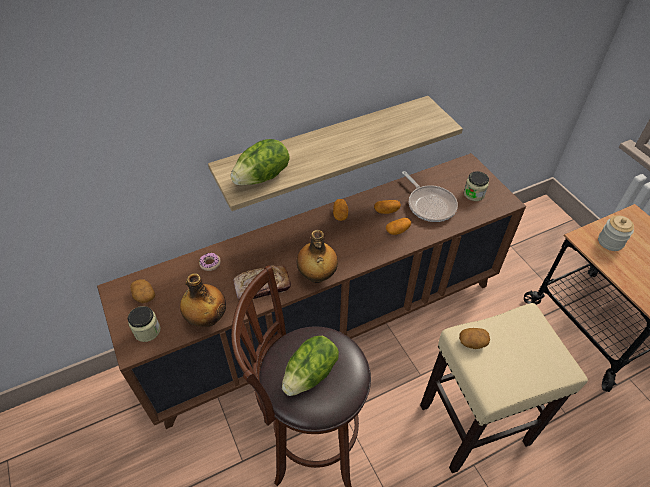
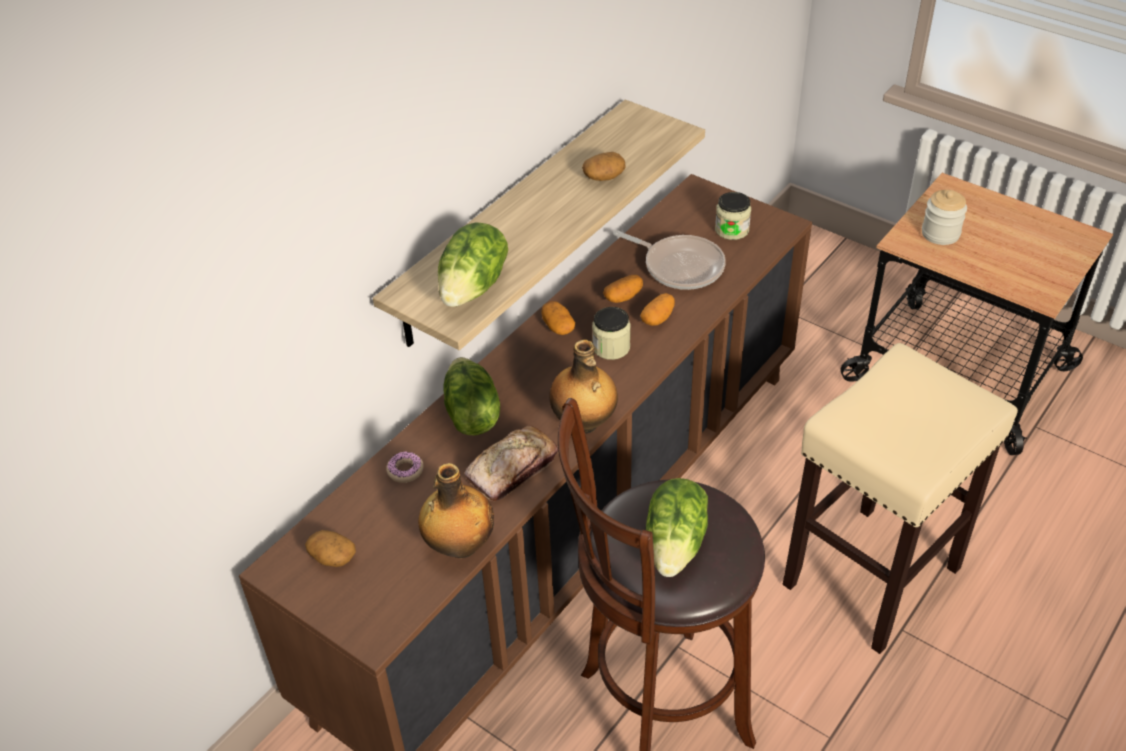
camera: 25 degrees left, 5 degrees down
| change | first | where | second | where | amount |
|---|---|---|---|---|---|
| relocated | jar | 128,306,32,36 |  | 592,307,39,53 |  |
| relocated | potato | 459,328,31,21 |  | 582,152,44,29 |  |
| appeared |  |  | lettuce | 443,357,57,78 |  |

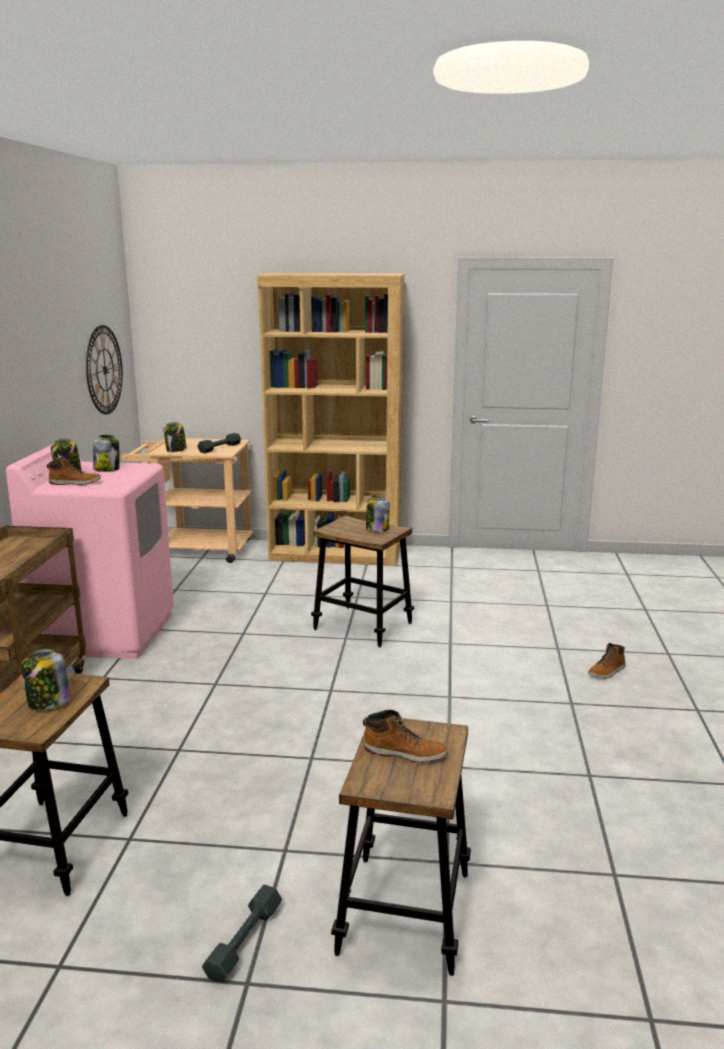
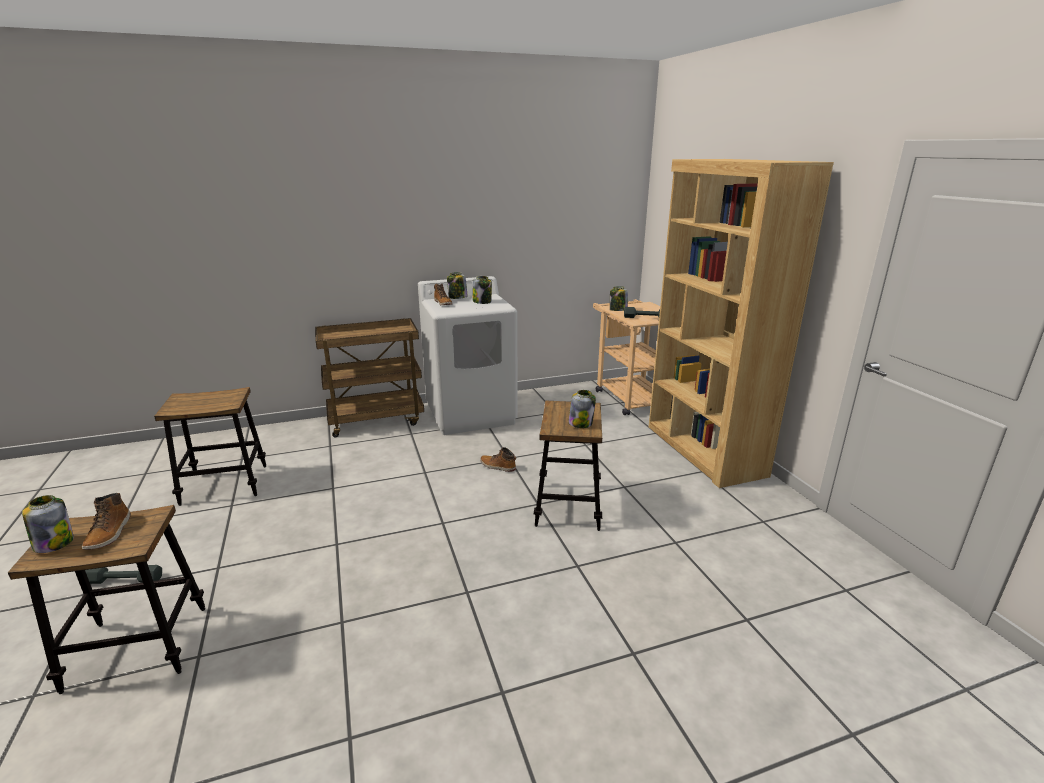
camera: 65 degrees right, 5 degrees up
| change | first | where | second | where | amount |
|---|---|---|---|---|---|
| colour | pinkish washing machine | 6,444,168,215 | whitish washing machine | 418,276,100,159 |  |
| relocated | jar | 21,649,50,61 |  | 22,495,52,58 |  |
| missing | hanging clock | 86,325,37,89 |  |  |  |
| relocated | boot | 588,643,37,36 |  | 480,447,36,25 |  |

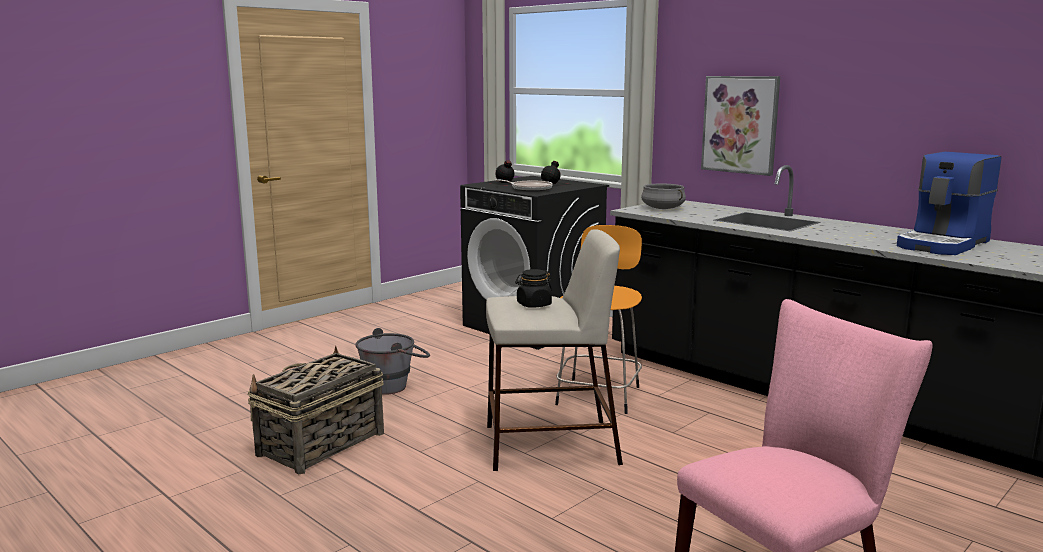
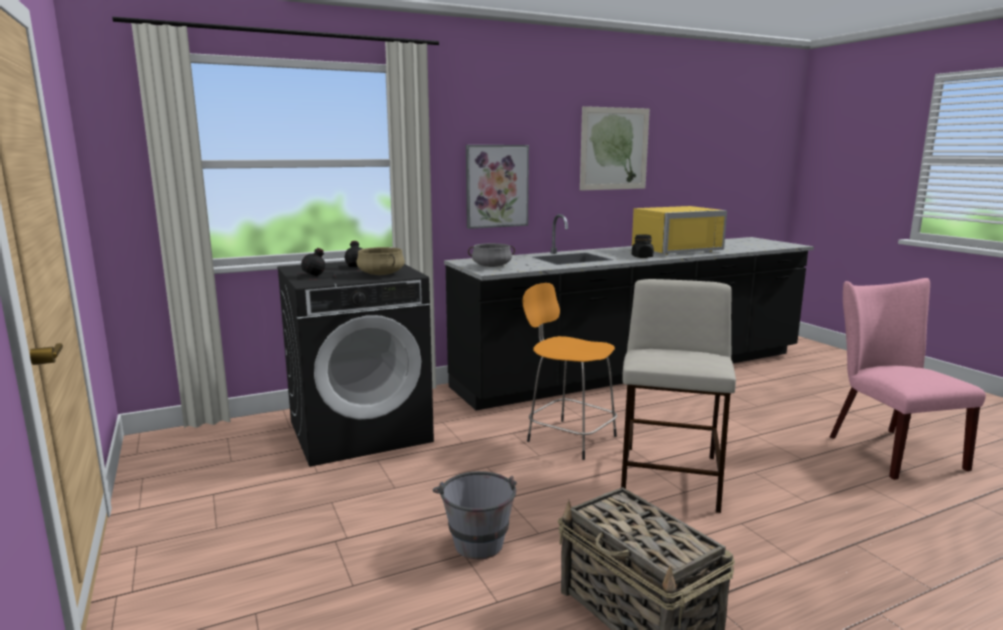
camera: 70 degrees left, 0 degrees up
| change | first | where | second | where | amount |
|---|---|---|---|---|---|
| exchanged | frying pan | 496,179,57,13 | beige-coloured cooking pot | 357,247,48,28 |  |
| relocated | black-coloured jar | 515,269,37,39 |  | 632,234,22,24 |  |
| exchanged | coffee maker | 897,152,104,103 | yellow microwave oven | 632,206,95,49 |  |
| appeared |  |  | wall picture | 580,106,70,85 |  |

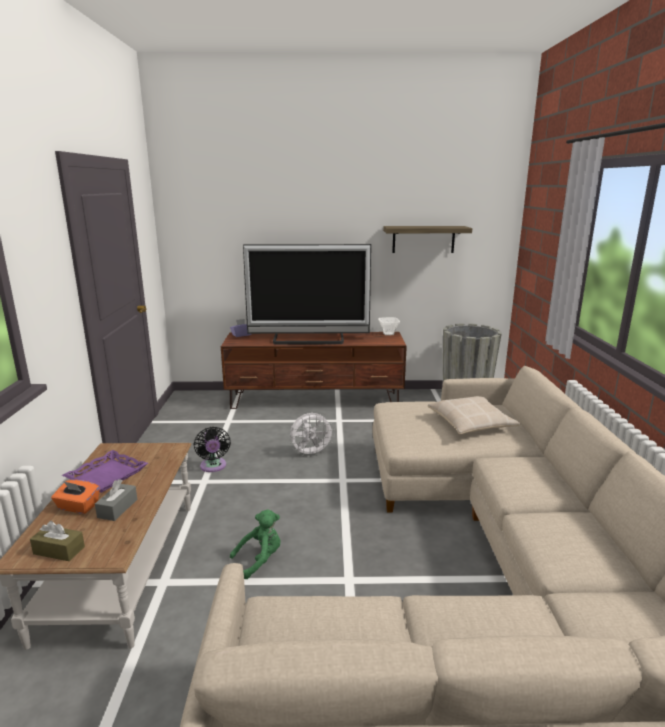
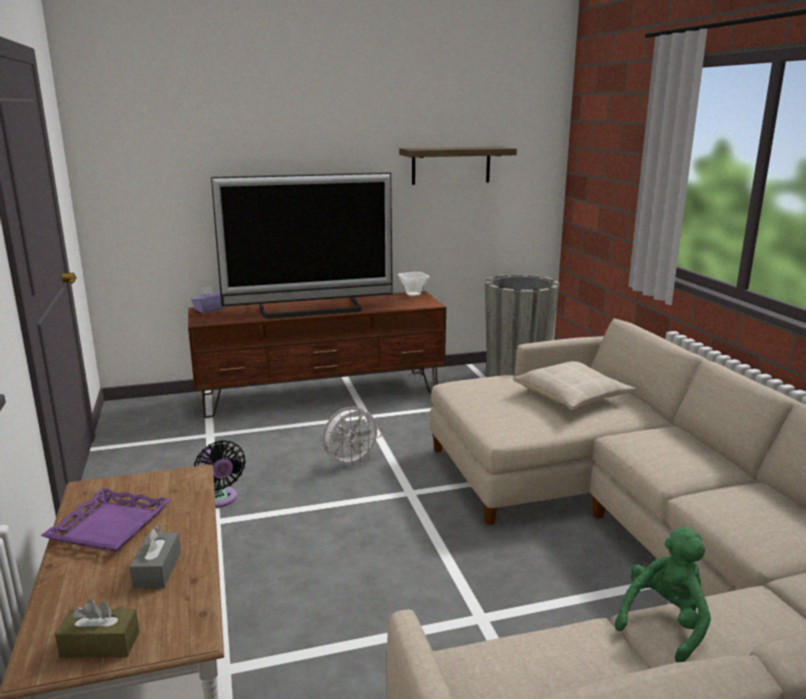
camera: 15 degrees left, 0 degrees up
| change | first | where | second | where | amount |
|---|---|---|---|---|---|
| missing | orangey tissue box | 51,480,49,34 |  |  |  |
| relocated | green cuddly toy | 230,509,51,70 |  | 615,527,96,136 |  |

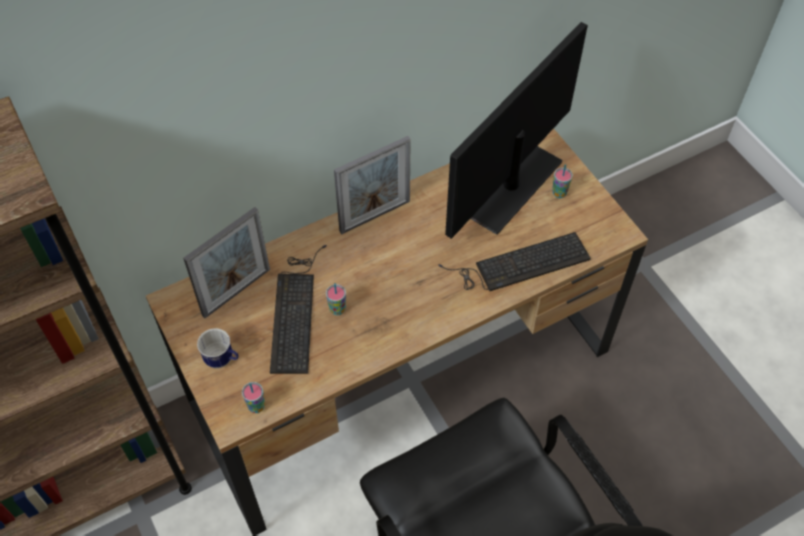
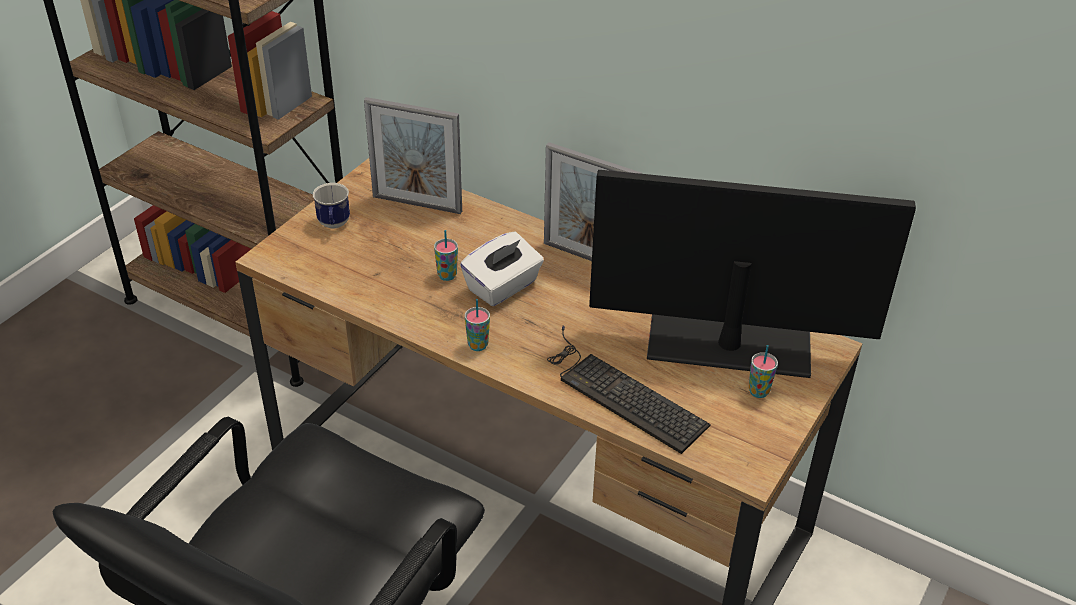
camera: 60 degrees right, 15 degrees down
| change | first | where | second | where | amount |
|---|---|---|---|---|---|
| relocated | small cup | 242,382,23,31 |  | 465,299,25,52 |  |
| missing | keyboard | 270,245,57,129 |  |  |  |
| appeared |  |  | whitish tissue box | 460,232,84,74 |  |

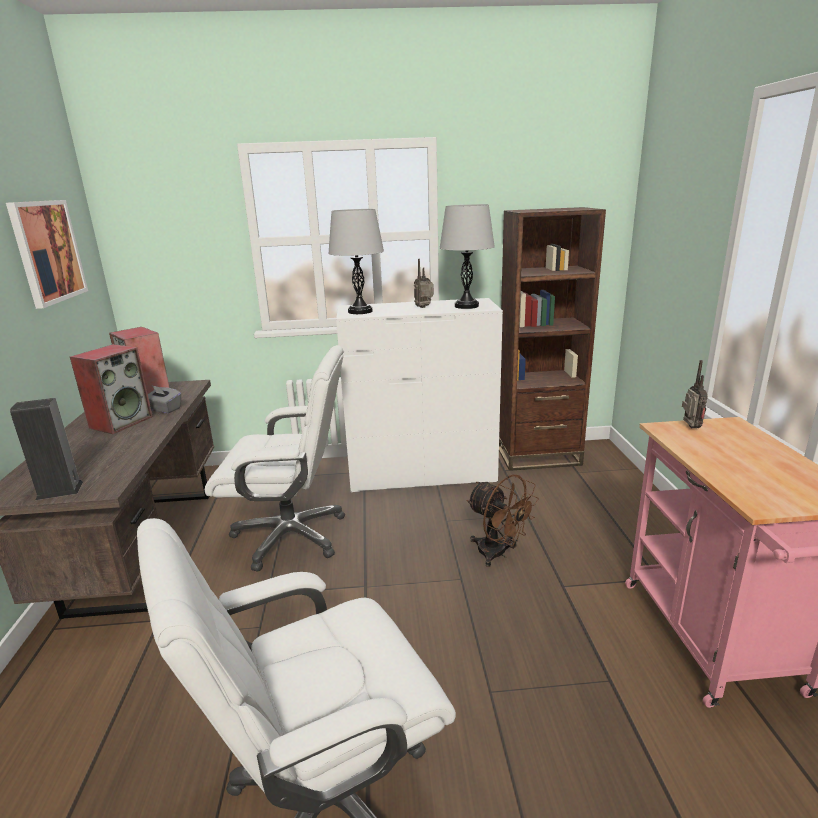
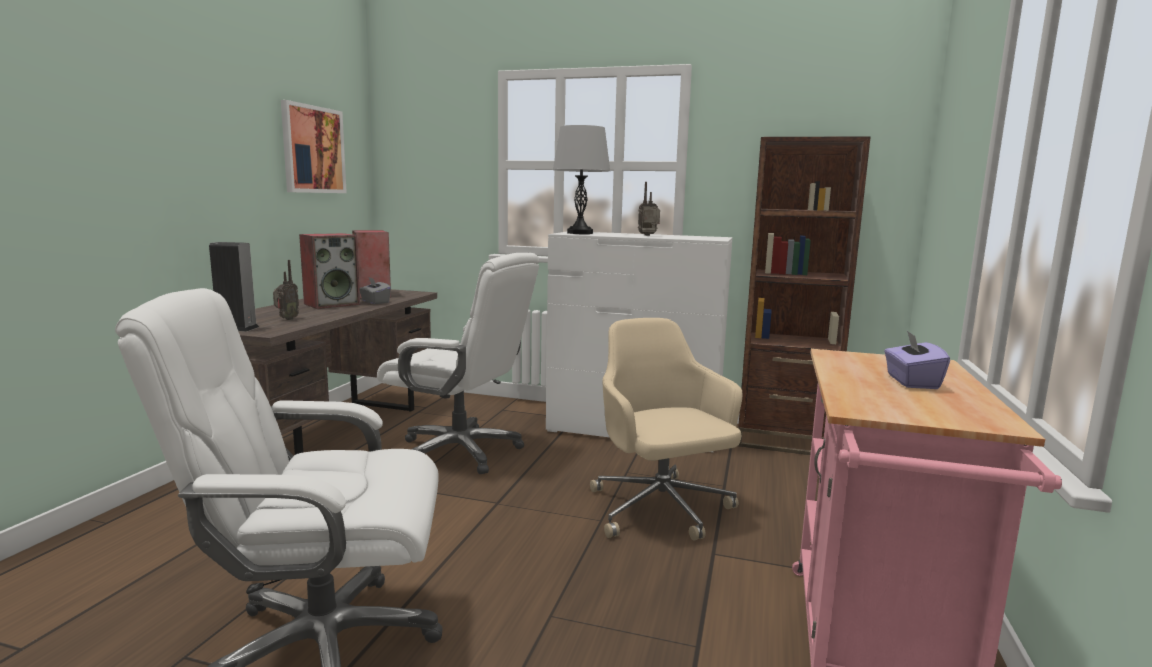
camera: 20 degrees right, 10 degrees down
| change | first | where | second | where | amount |
|---|---|---|---|---|---|
| missing | grey lamp for a table | 440,204,55,105 |  |  |  |
| exchanged | brownish electric fan | 466,474,73,93 | beige-coloured desk chair | 590,318,153,222 |  |
| relocated | radio receiver | 682,360,26,68 |  | 273,260,26,60 |  |
| appeared |  |  | purple tissue box | 884,331,66,58 |  |

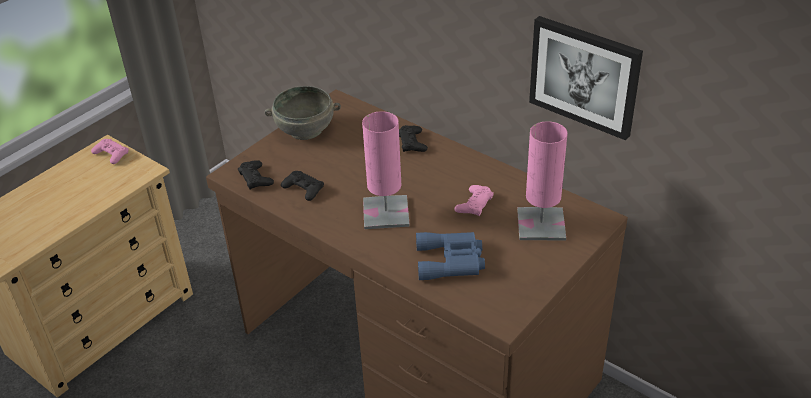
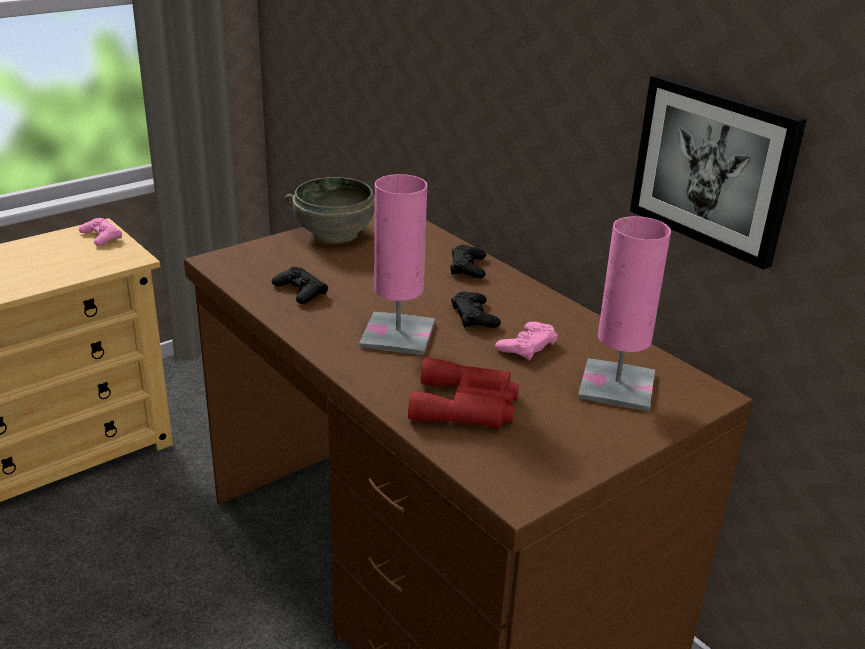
camera: 10 degrees right, 10 degrees down
| change | first | where | second | where | amount |
|---|---|---|---|---|---|
| relocated | black-coloured joypad | 238,160,36,30 |  | 451,291,50,37 |  |
| colour | bluish binoculars | 416,232,69,48 | red binoculars | 408,357,111,71 |  |

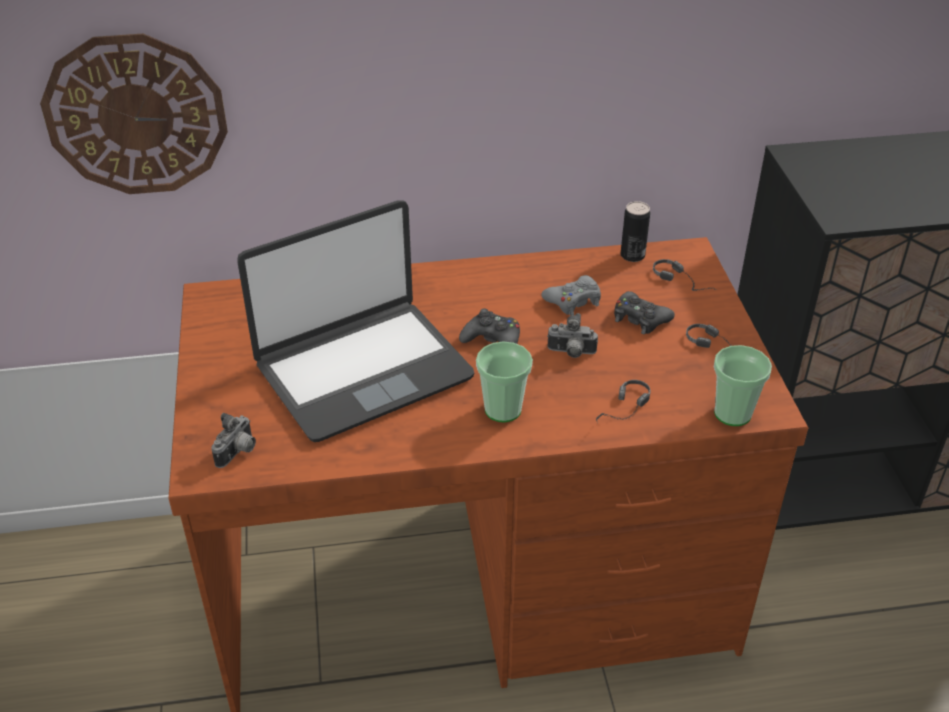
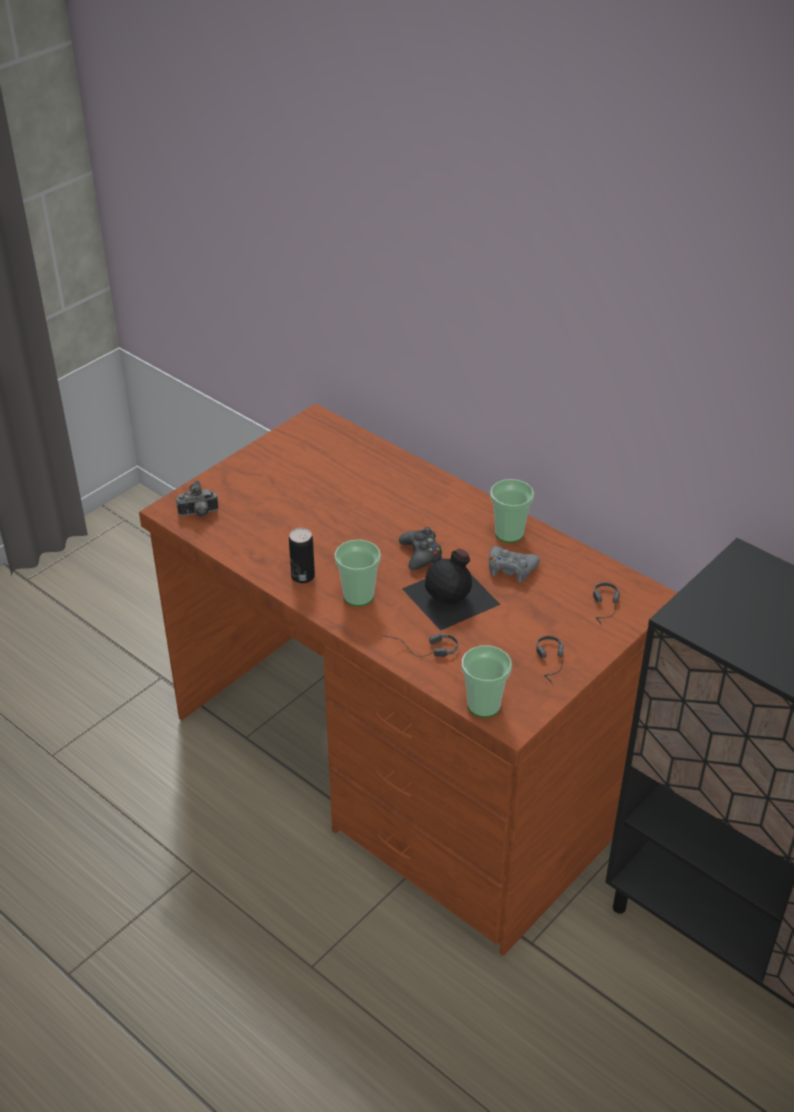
camera: 50 degrees right, 0 degrees up
| change | first | where | second | where | amount |
|---|---|---|---|---|---|
| missing | hanging clock | 40,34,188,160 |  |  |  |
| missing | portable computer | 238,200,237,242 |  |  |  |
| exchanged | still camera | 547,313,51,45 | black-coloured drink bottle | 402,549,99,82 |  |
| missing | black-coloured joypad | 614,291,61,43 |  |  |  |
| relocated | metal can | 620,201,30,61 |  | 289,528,26,55 |  |
| appeared |  |  | small cup | 490,479,44,64 |  |

